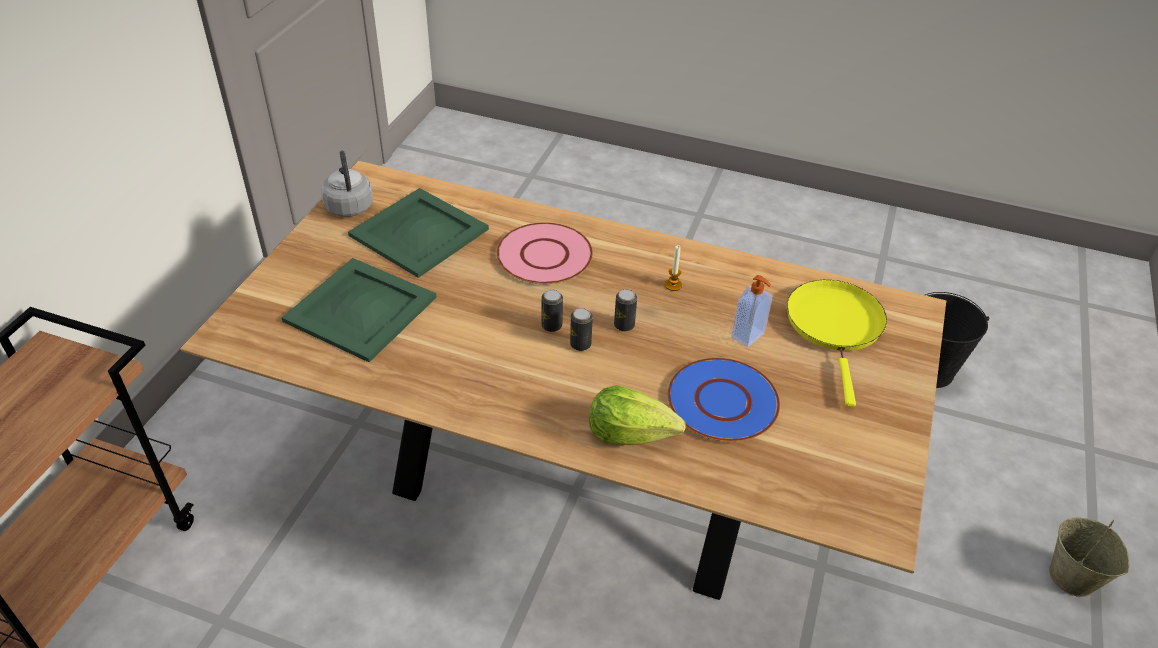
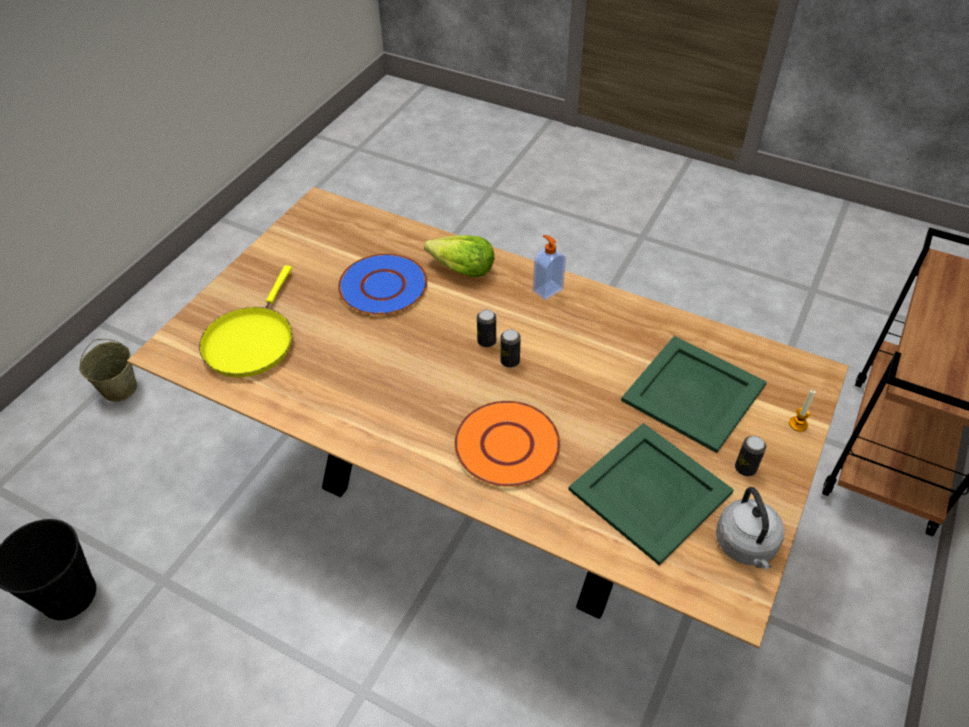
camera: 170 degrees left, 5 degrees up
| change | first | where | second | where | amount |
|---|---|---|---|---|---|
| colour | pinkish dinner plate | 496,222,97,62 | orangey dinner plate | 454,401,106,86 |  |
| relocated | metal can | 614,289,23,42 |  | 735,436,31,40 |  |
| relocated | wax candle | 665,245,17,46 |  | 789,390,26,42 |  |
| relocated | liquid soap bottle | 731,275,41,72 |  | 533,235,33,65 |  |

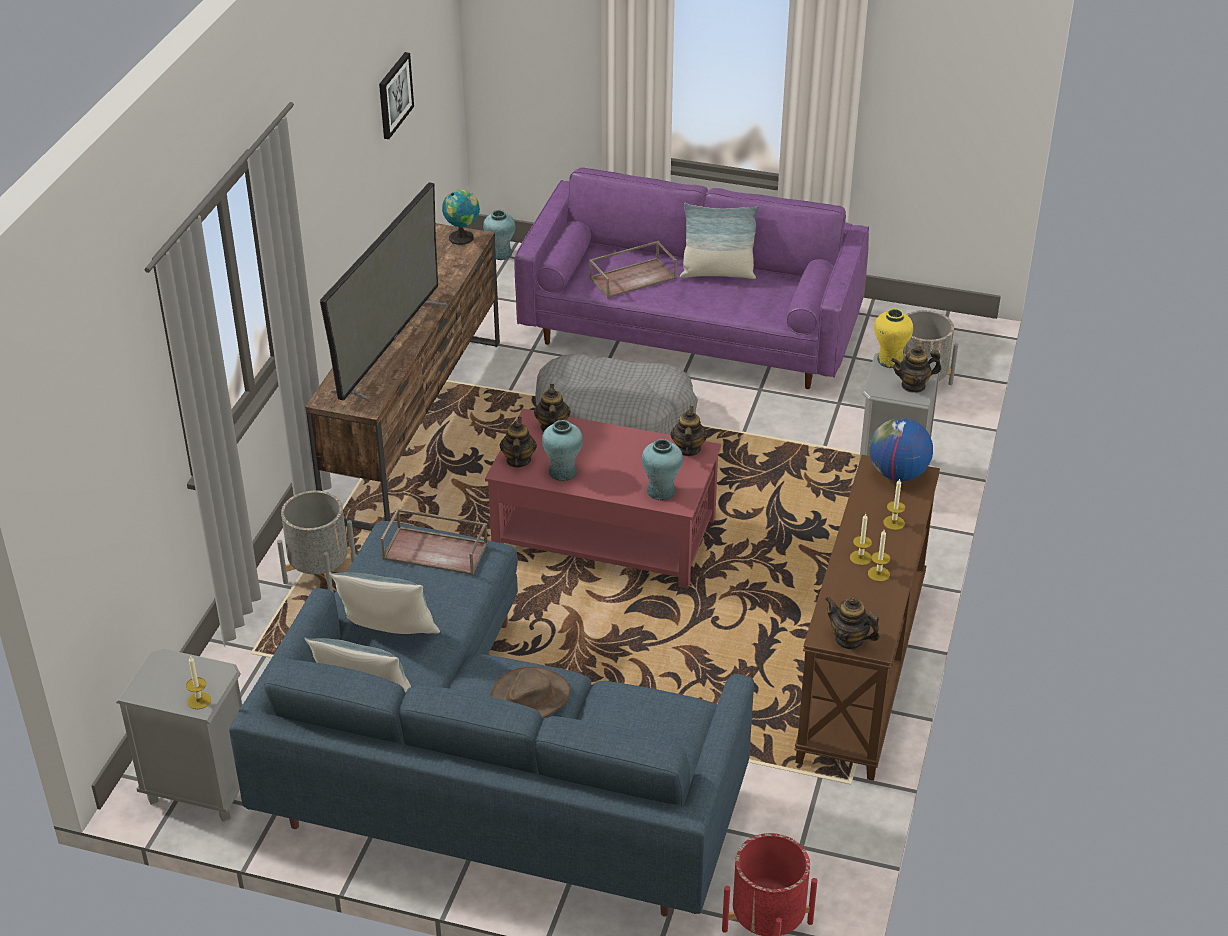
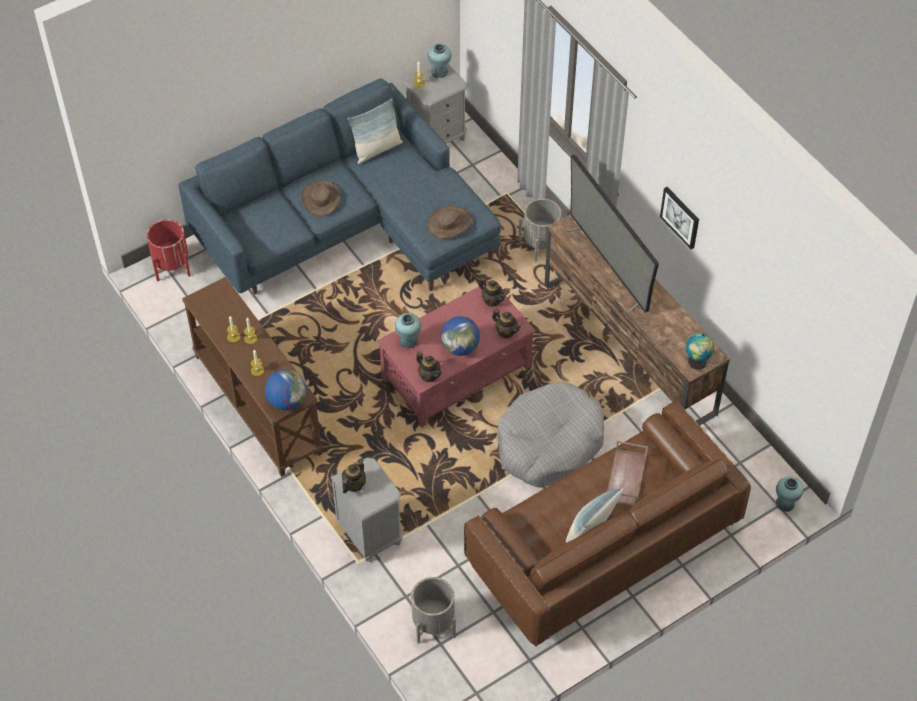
camera: 130 degrees right, 15 degrees up
| change | first | where | second | where | amount |
|---|---|---|---|---|---|
| missing | throw pillow | 329,572,111,62 |  |  |  |
| relocated | wall picture | 379,52,35,87 |  | 660,187,39,62 |  |
| exchanged | brownish tray | 381,508,107,67 | brownish wearable hat | 428,206,44,33 |  |
| colour | purple settee | 514,167,355,222 | brownish settee | 464,401,287,246 |  |
| relocated | turquoise decorative vase | 542,420,41,61 |  | 428,44,24,34 |  |
| missing | teapot | 825,597,55,53 |  |  |  |
| missing | yellow decorative vase | 874,308,39,60 |  |  |  |
| appeared |  |  | world globe | 441,316,39,40 |  |

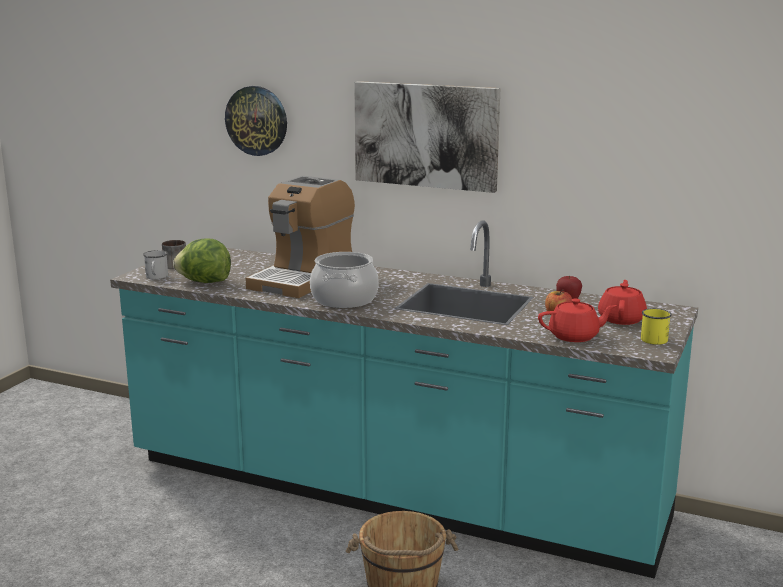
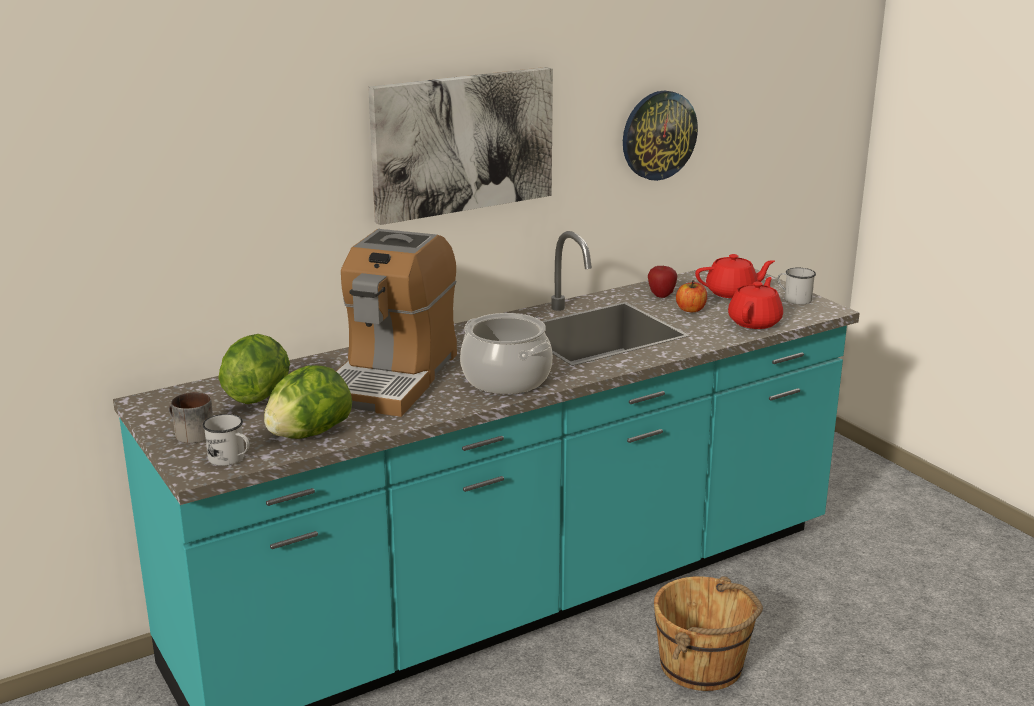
camera: 55 degrees left, 5 degrees up
| change | first | where | second | where | amount |
|---|---|---|---|---|---|
| relocated | hanging clock | 225,86,62,70 |  | 623,90,75,91 |  |
| spun | coffee maker | 246,176,109,122 |  | 336,229,121,188 | 45 degrees clockwise |
| spun | red teapot | 598,280,49,45 |  | 695,254,80,44 | 120 degrees clockwise |
| colour | yellow tea mug | 641,308,31,37 | whitish tea mug | 778,267,38,38 |  |
| appeared |  |  | lettuce | 219,334,71,70 |  |

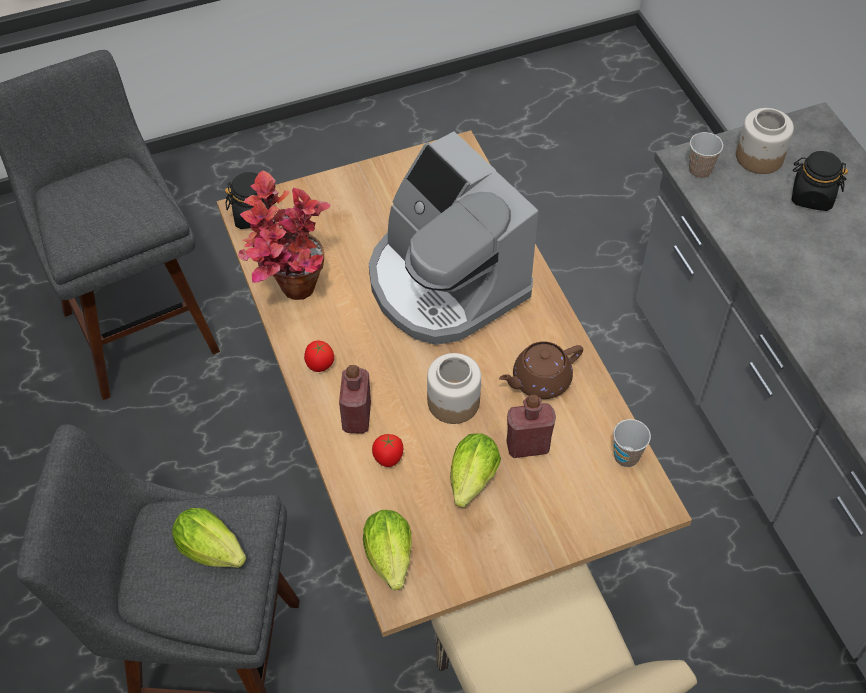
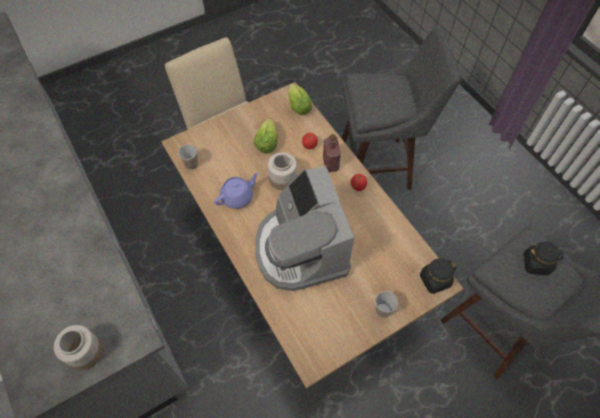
camera: 170 degrees right, 5 degrees up
| change | first | where | second | where | amount |
|---|---|---|---|---|---|
| missing | lettuce | 172,508,74,60 |  |  |  |
| missing | plant in a pot | 238,171,93,129 |  |  |  |
| spun | coffee maker | 369,131,169,214 |  | 255,165,99,126 | 150 degrees counterclockwise |
| colour | brownish teapot | 499,341,84,58 | purple teapot | 214,172,45,37 |  |
| missing | red drink bottle | 506,394,50,64 |  |  |  |
| relocated | small cup | 689,132,34,46 |  | 375,291,23,26 |  |
| relocated | black-coloured jar | 792,151,56,60 |  | 523,241,40,34 |  |

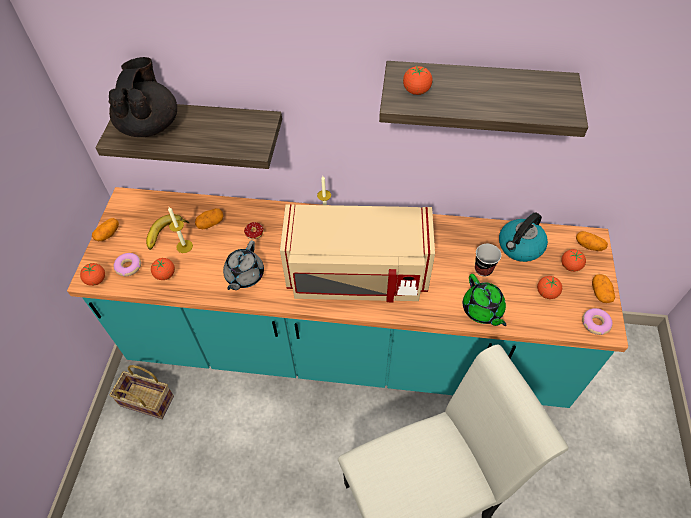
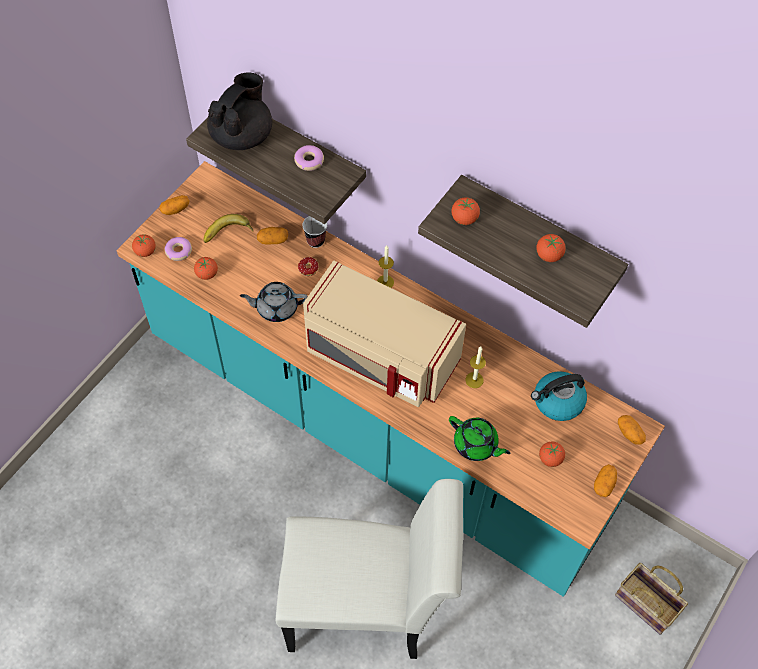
camera: 25 degrees right, 5 degrees up
| change | first | where | second | where | amount |
|---|---|---|---|---|---|
| relocated | household basket | 110,365,64,54 |  | 615,563,73,72 |  |
| relocated | wax candle | 168,207,25,46 |  | 465,346,21,42 |  |
| spun | grey teapot | 223,240,41,50 |  | 240,282,68,40 | 45 degrees clockwise |
| spun | green teapot | 463,274,43,52 |  | 449,416,61,45 | 60 degrees counterclockwise |
| relocated | small cup | 475,244,26,33 |  | 302,216,25,32 |  |
| relocated | tomato | 561,249,25,23 |  | 536,234,30,28 |  |
| relocated | doughnut | 582,308,31,27 |  | 294,145,30,26 |  |

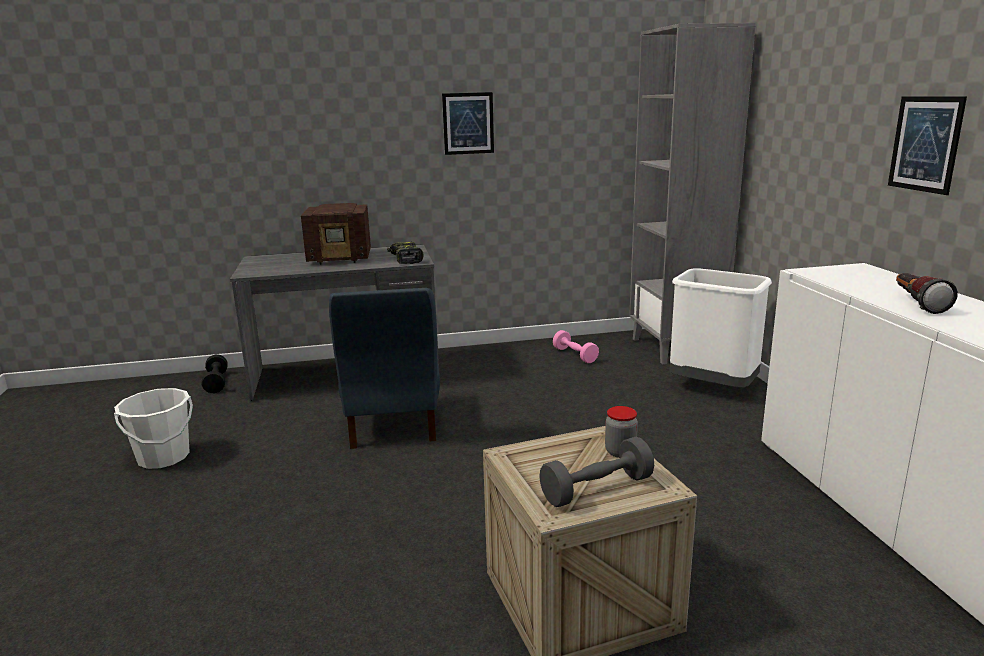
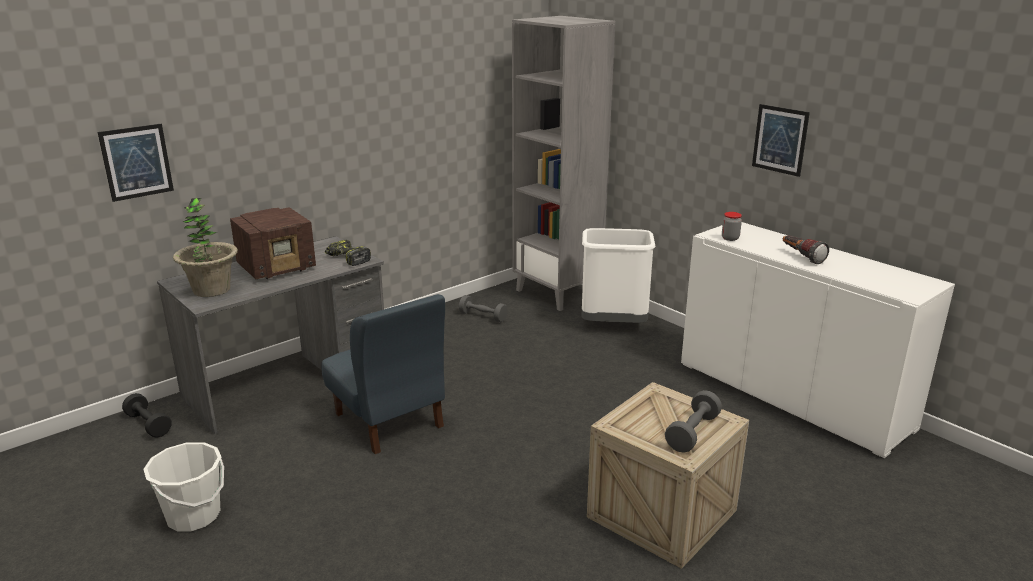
camera: 30 degrees left, 5 degrees up
| change | first | where | second | where | amount |
|---|---|---|---|---|---|
| relocated | wall picture | 442,92,52,63 |  | 98,124,76,78 |  |
| colour | pinkish dumbbell | 553,330,46,33 | grey dumbbell | 459,295,49,27 |  |
| relocated | jar | 605,406,33,52 |  | 722,212,20,29 |  |
| appeared |  |  | plant in a pot | 173,198,65,99 |  |

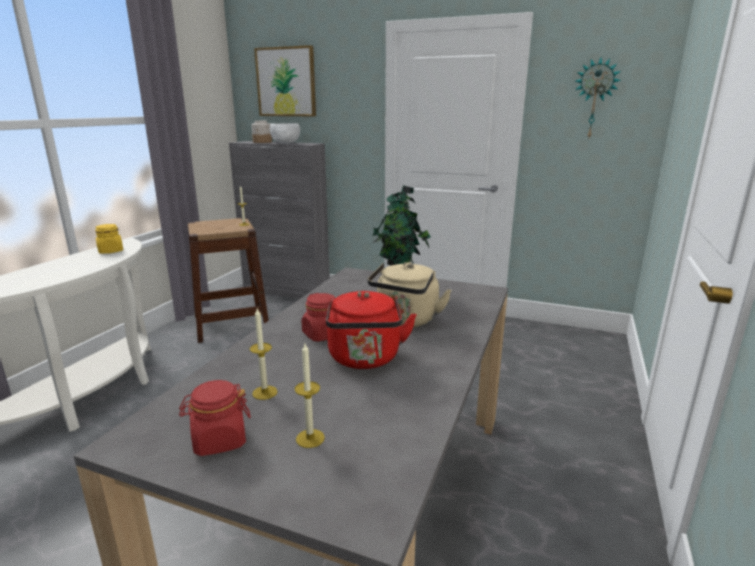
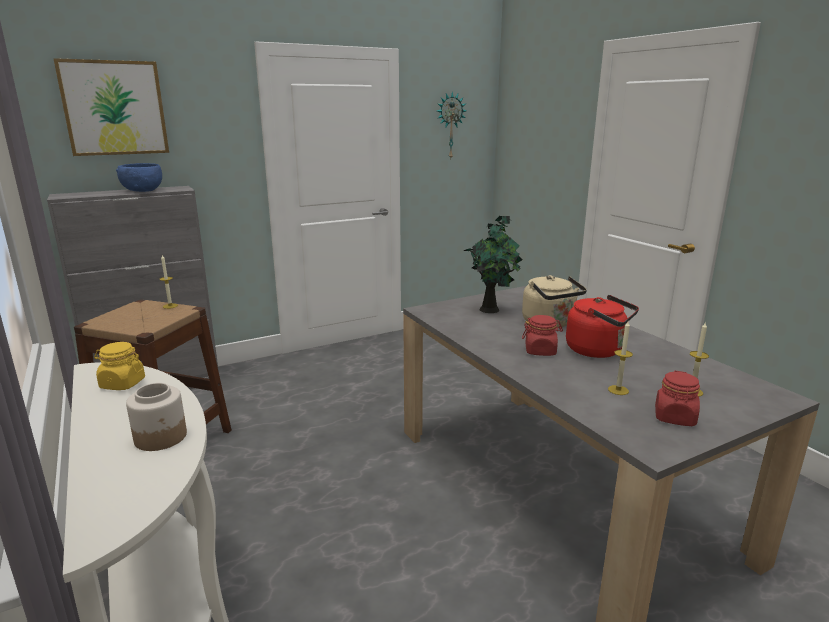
camera: 50 degrees left, 0 degrees up
| change | first | where | second | where | amount |
|---|---|---|---|---|---|
| relocated | jar | 252,121,20,22 |  | 126,383,61,68 |  |
| colour | whitish deep dish | 270,123,30,21 | bluish deep dish | 116,163,46,29 |  |

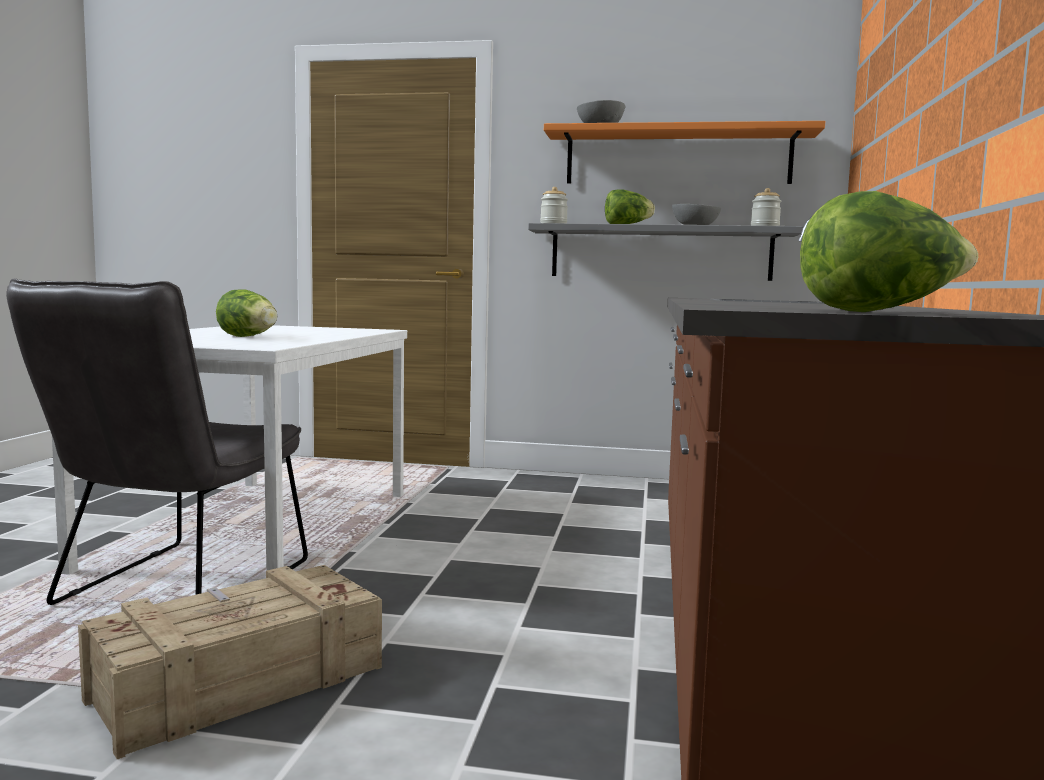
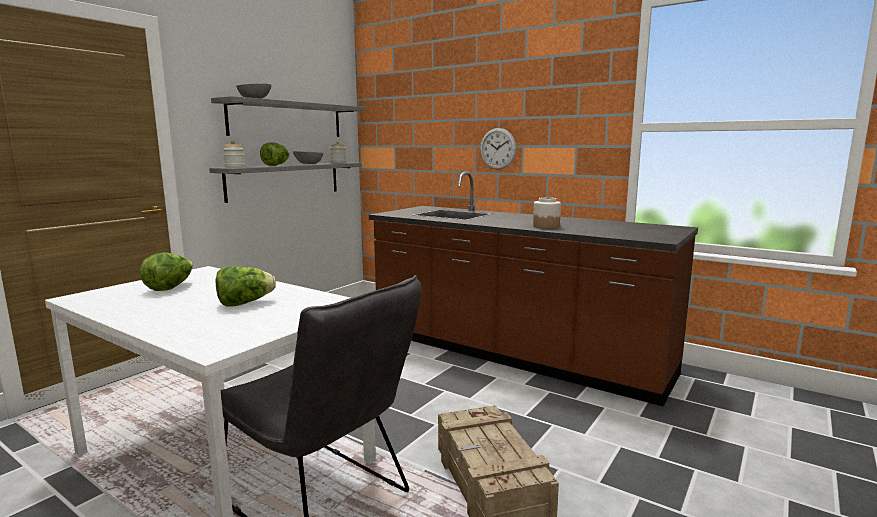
camera: 65 degrees left, 5 degrees up
| change | first | where | second | where | amount |
|---|---|---|---|---|---|
| colour | orangey wall shelf | 544,121,281,63 | grey wall shelf | 211,96,154,41 |  |
| relocated | lettuce | 800,191,178,121 |  | 140,252,53,39 |  |
| appeared |  |  | hanging clock | 480,128,36,42 |  |
| appeared |  |  | jar | 533,197,28,32 |  |

